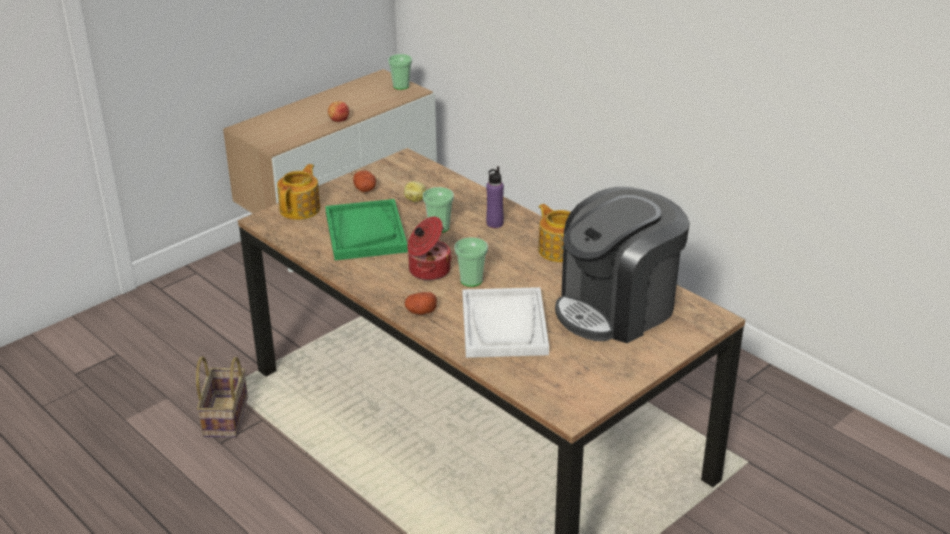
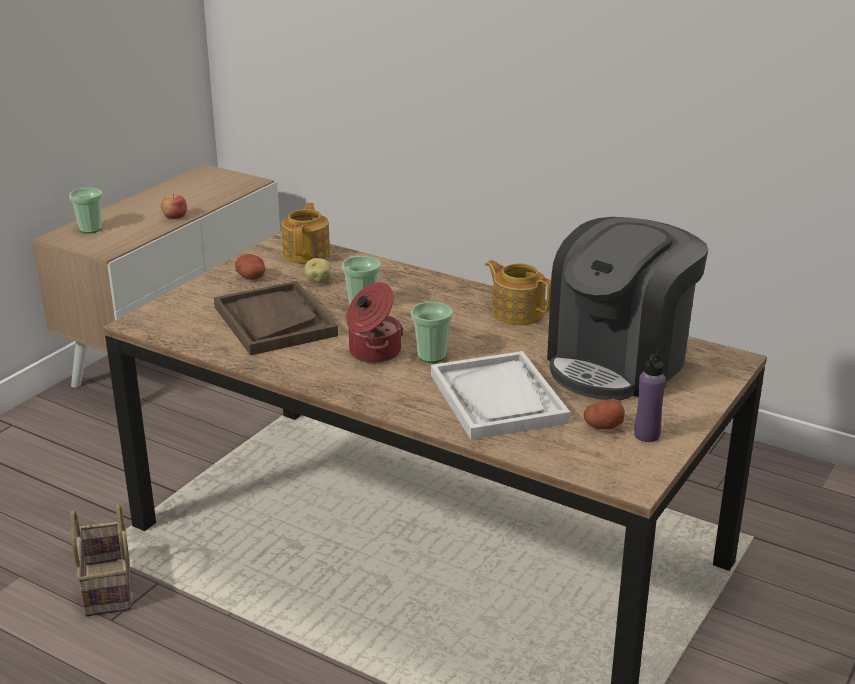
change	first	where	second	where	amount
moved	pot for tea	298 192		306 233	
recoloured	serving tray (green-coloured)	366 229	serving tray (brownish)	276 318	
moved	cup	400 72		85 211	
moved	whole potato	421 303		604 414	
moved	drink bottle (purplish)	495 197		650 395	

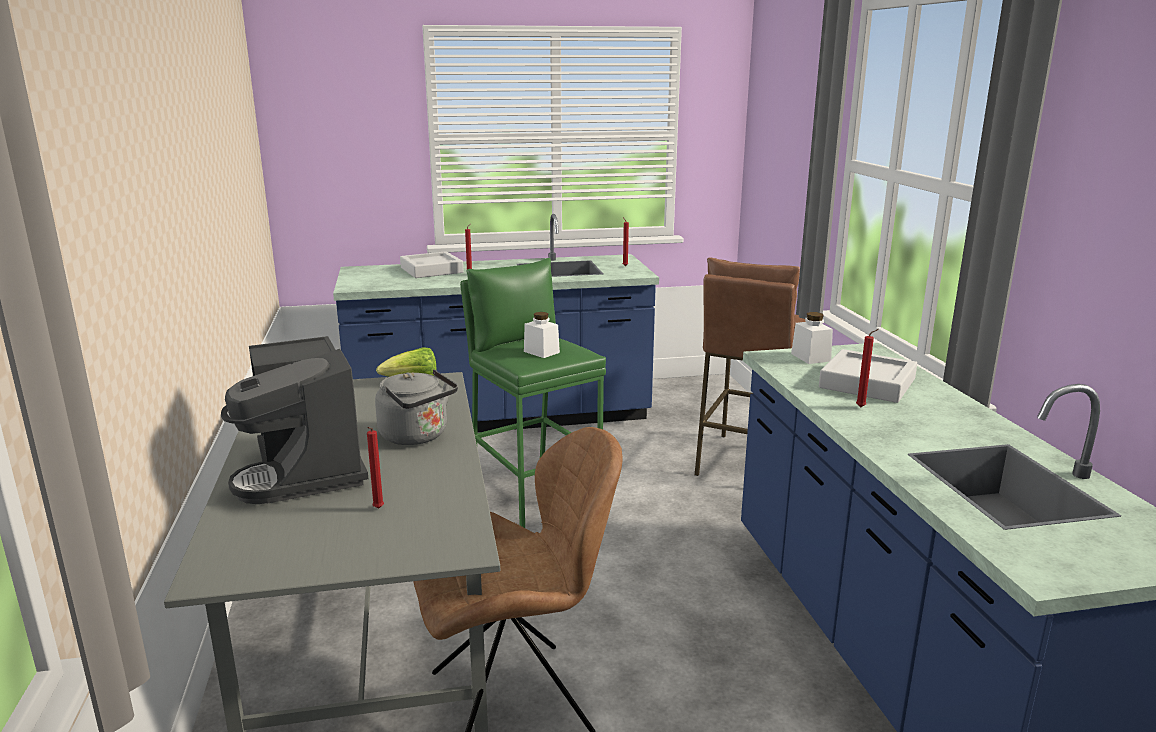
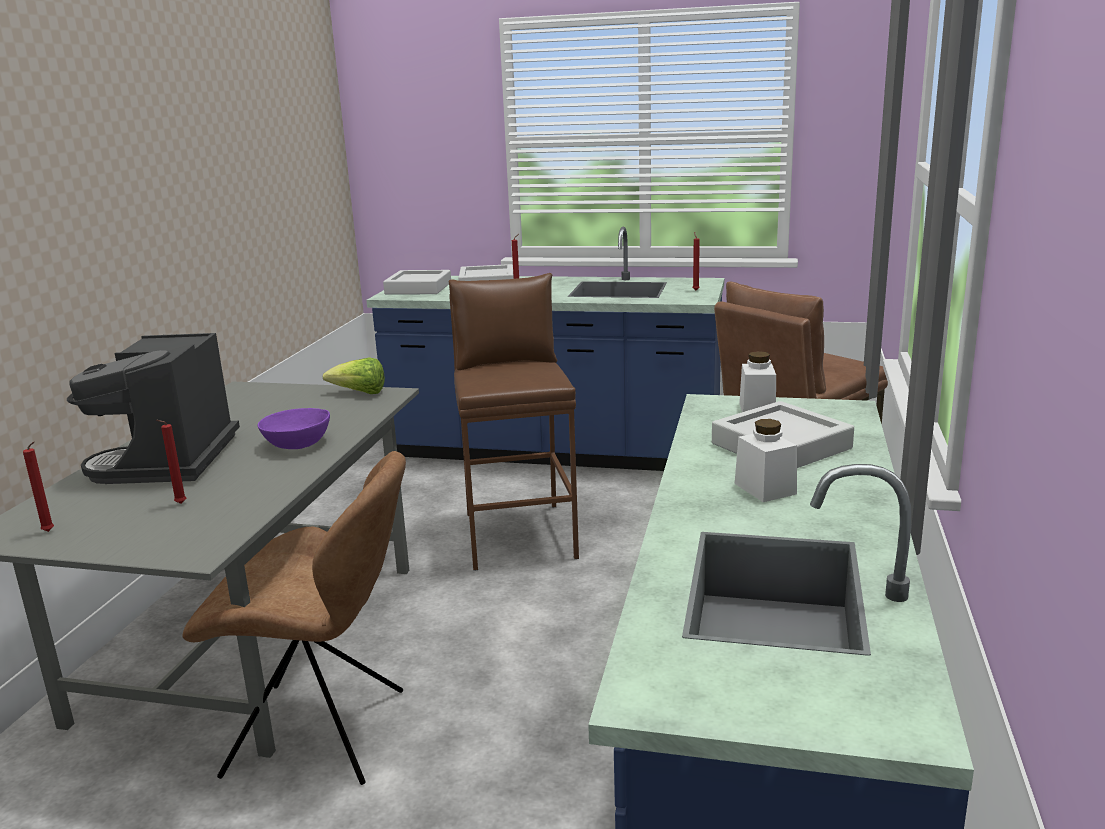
change	first	where	second	where	amount
replaced	water kettle (grey)	416 407	deep dish (purplish)	294 428	
recoloured	stool seat (green-coloured)	533 393	stool seat (brownish)	514 422	
moved	jar (white-coloured)	542 335		766 460	
moved	candle (reddish)	867 368		38 487	
added			serving tray (grey)	417 282	

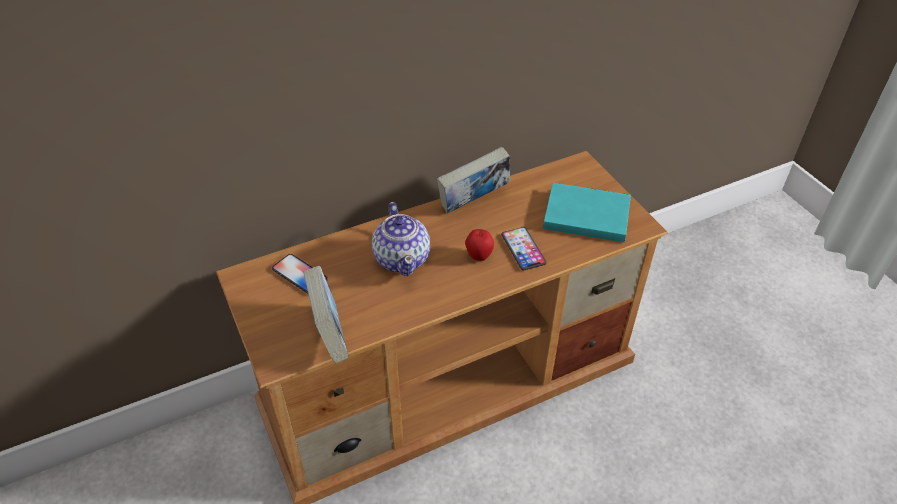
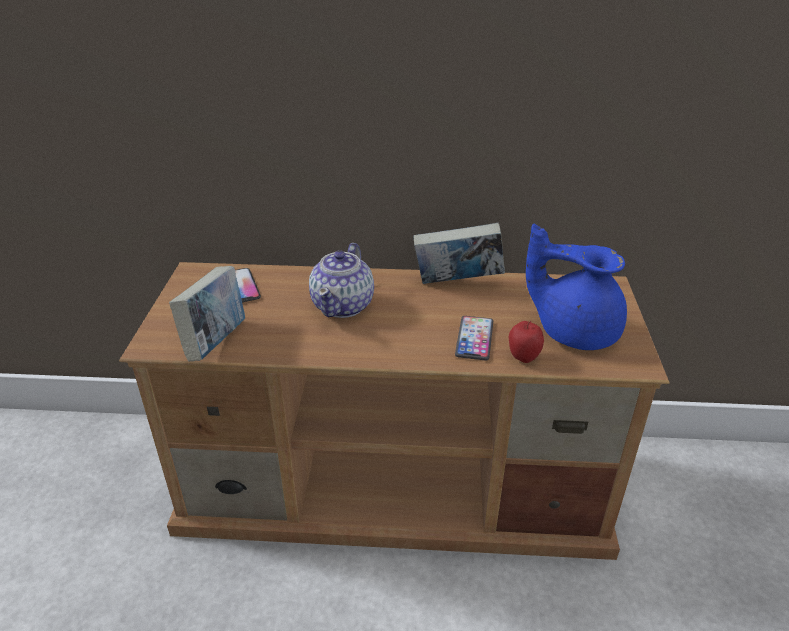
change	first	where	second	where	amount
moved	apple fruit	479 245		526 342	
replaced	volume (turquoise)	587 212	pot for tea (bluish)	576 287	

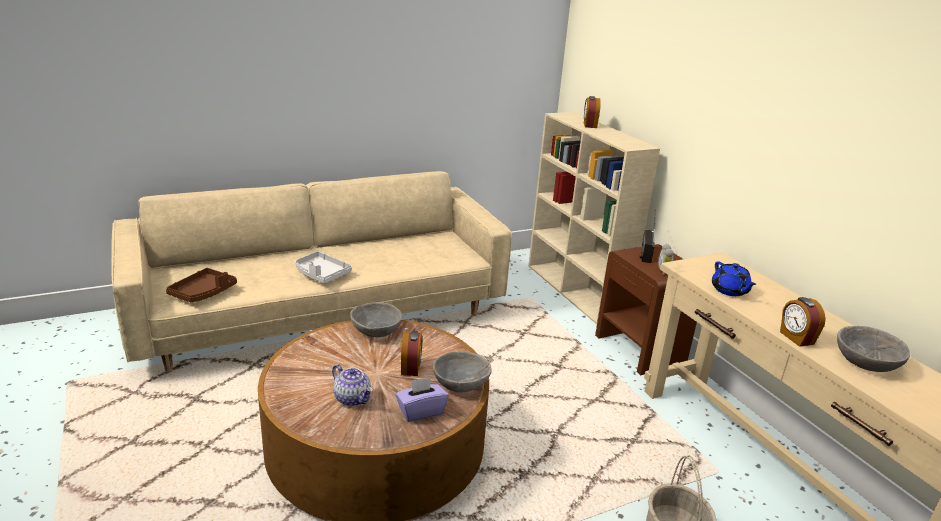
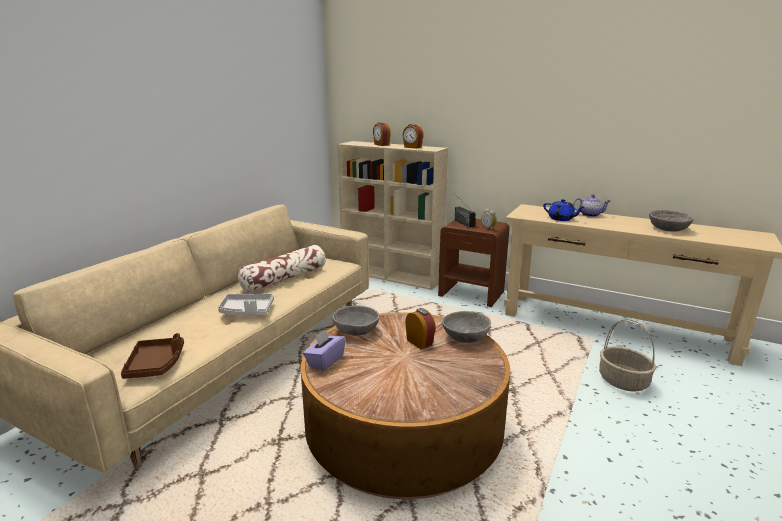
change	first	where	second	where	amount
moved	pot for tea	352 385		592 205	
moved	tissue holder (purplish)	422 399		324 350	
moved	table clock	803 322		413 136	
added			cushion	282 268	

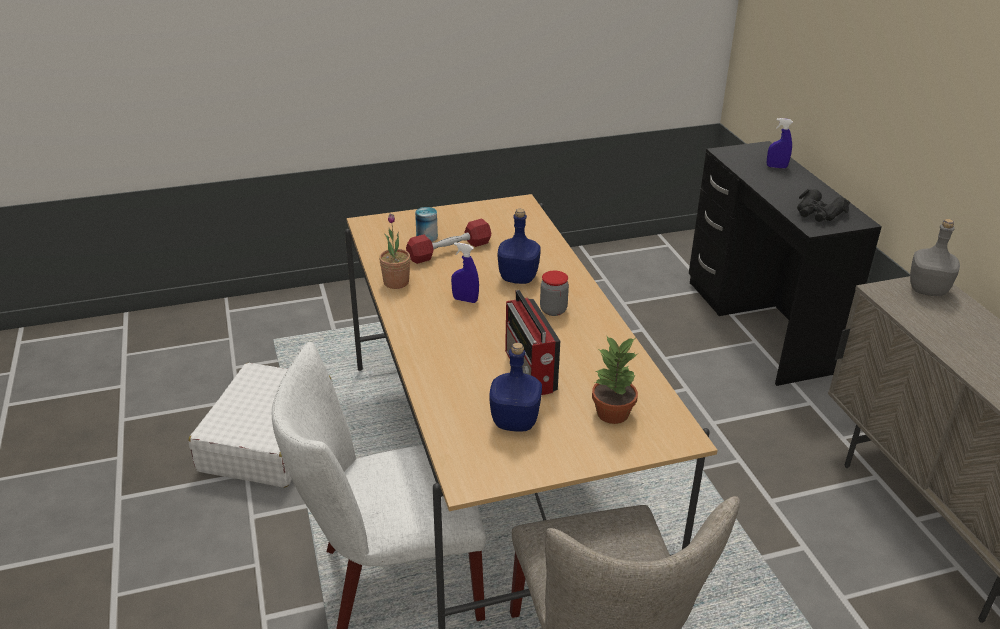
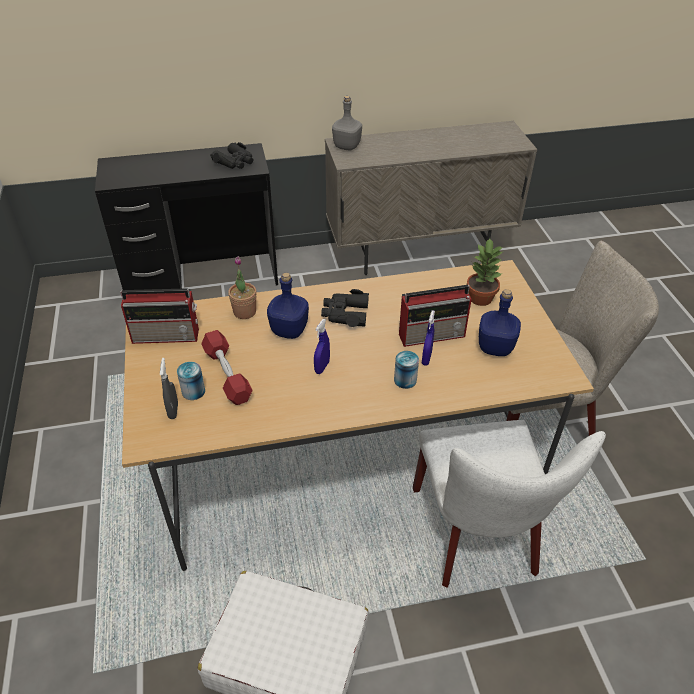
change	first	where	second	where	amount
moved	plant in a pot	394 251		242 287	
replaced	jar	554 293	binoculars (black-coloured)	345 308	
moved	sprayer (bluish)	780 143		428 337	
added			radio receiver	159 316	
added			sprayer (grey)	169 388	
added			can	406 370	

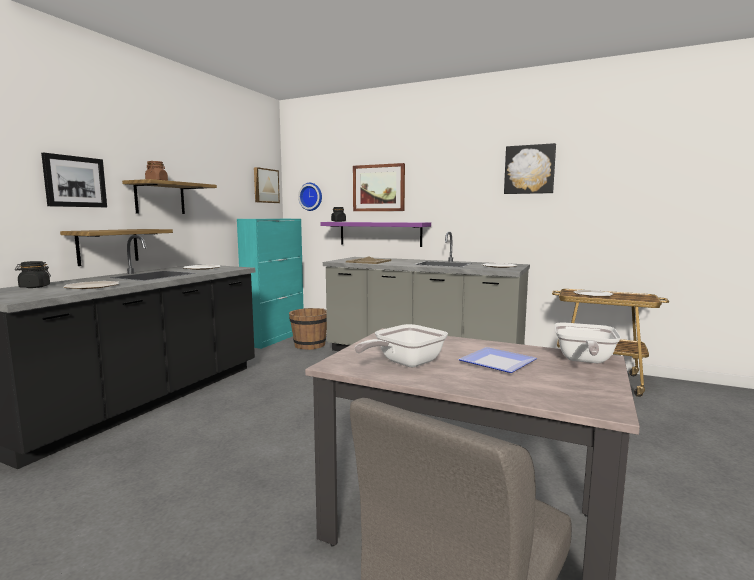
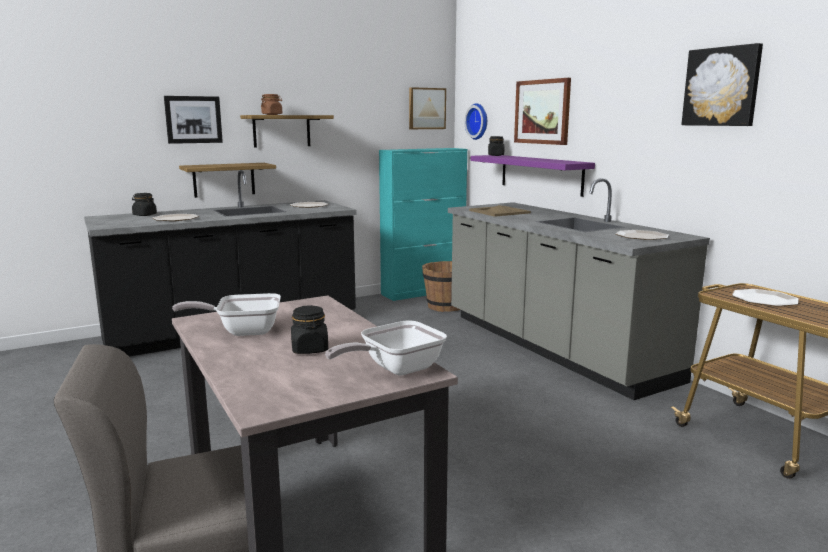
change	first	where	second	where	amount
replaced	flat dish	497 360	jar (black-coloured)	309 329	

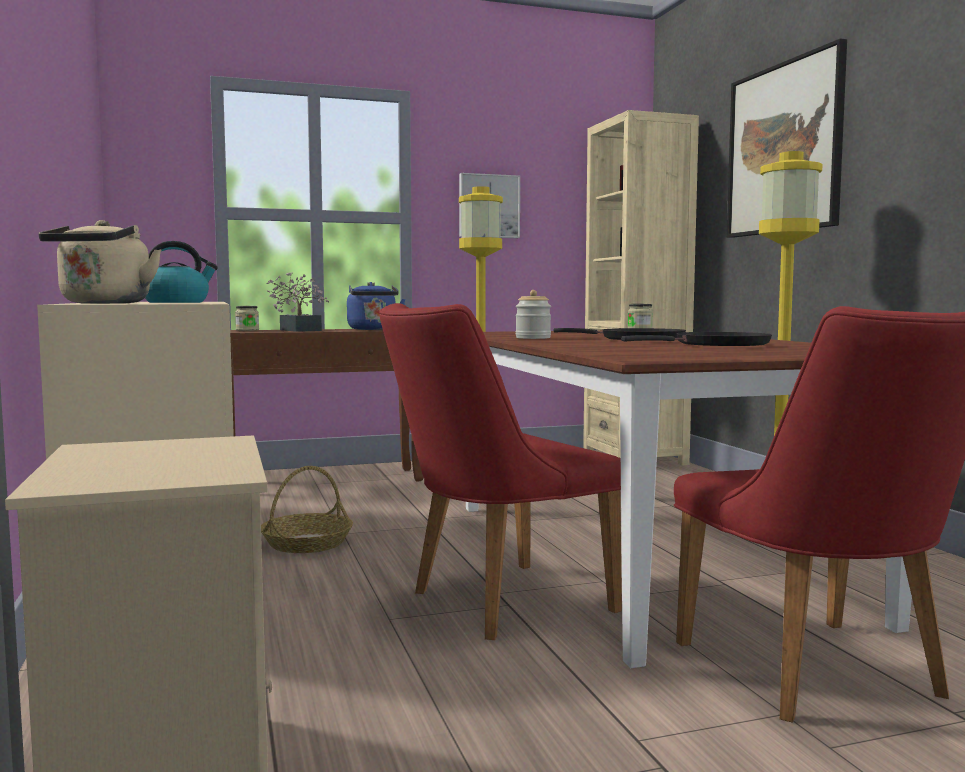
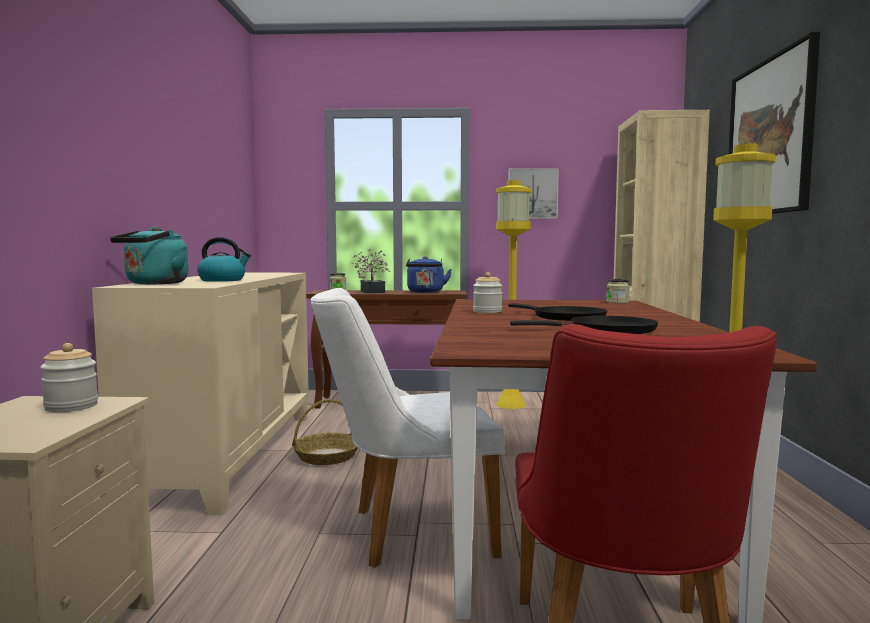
change	first	where	second	where	amount
recoloured	water kettle (sand-coloured)	99 261	water kettle (turquoise)	149 255	
recoloured	plain chair (reddish)	500 471	plain chair (white-coloured)	408 428	
added			jar	69 377	

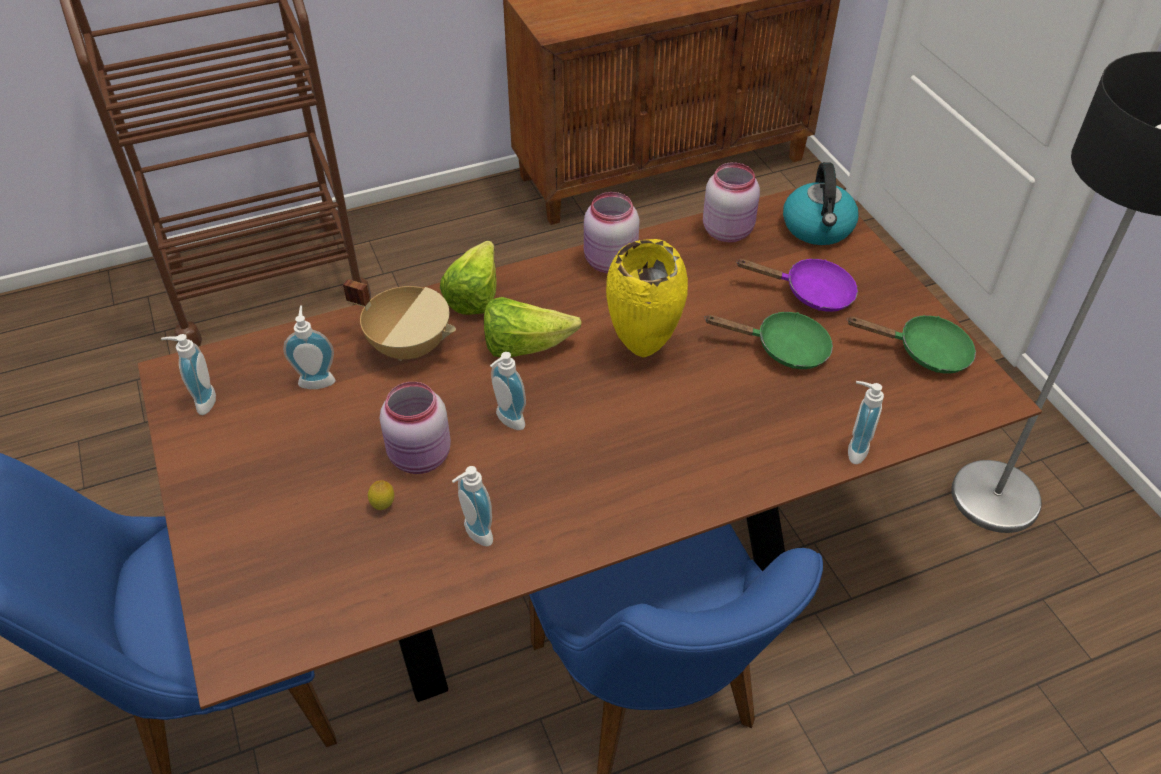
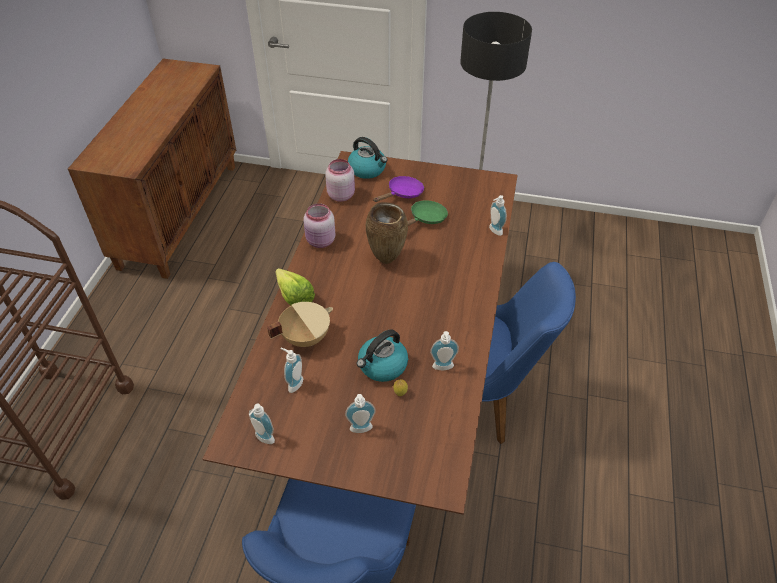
change	first	where	second	where	amount
replaced	jar (pink-coloured)	415 428	water kettle	382 356	
removed	lettuce	533 327			
moved	soap dispenser	508 391		360 413	
recoloured	flower vase (yellowish)	647 298	flower vase (brownish)	387 233	
removed	pan (green-coloured)	911 344			

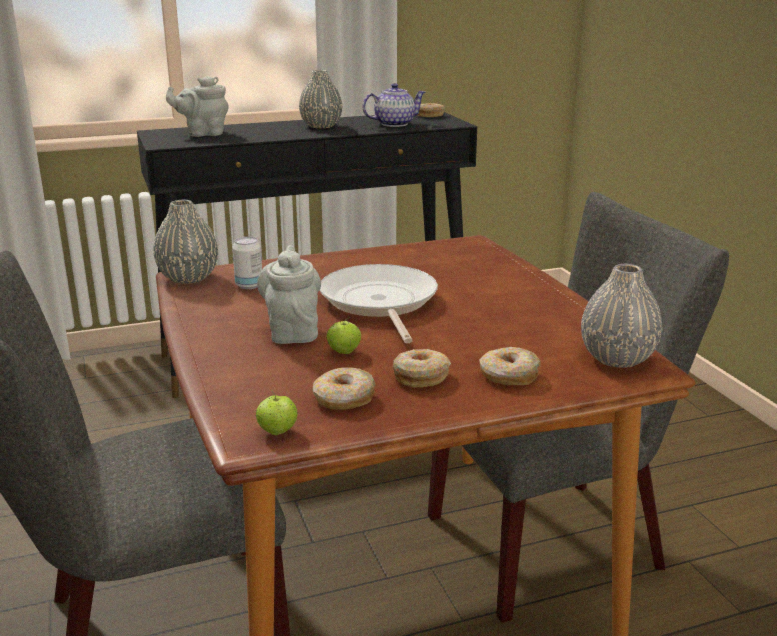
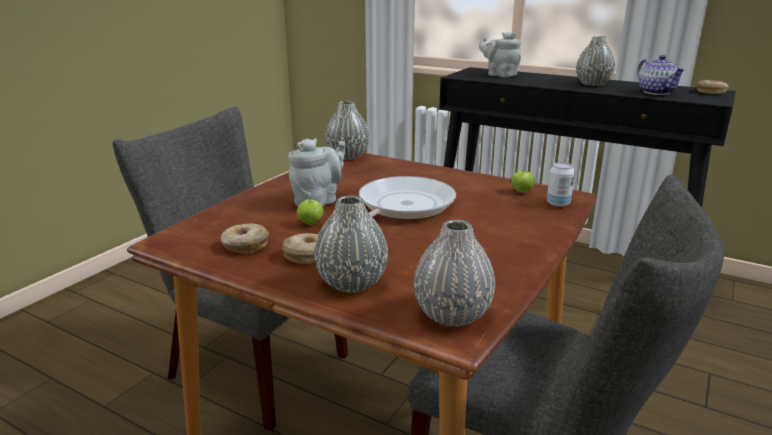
change	first	where	second	where	amount
moved	can	247 263		561 184	
moved	apple fruit	276 412		523 179	
turned	pot for tea	394 105		661 75	45 degrees clockwise
replaced	ring doughnut	510 366	flower vase (grey)	351 244	

